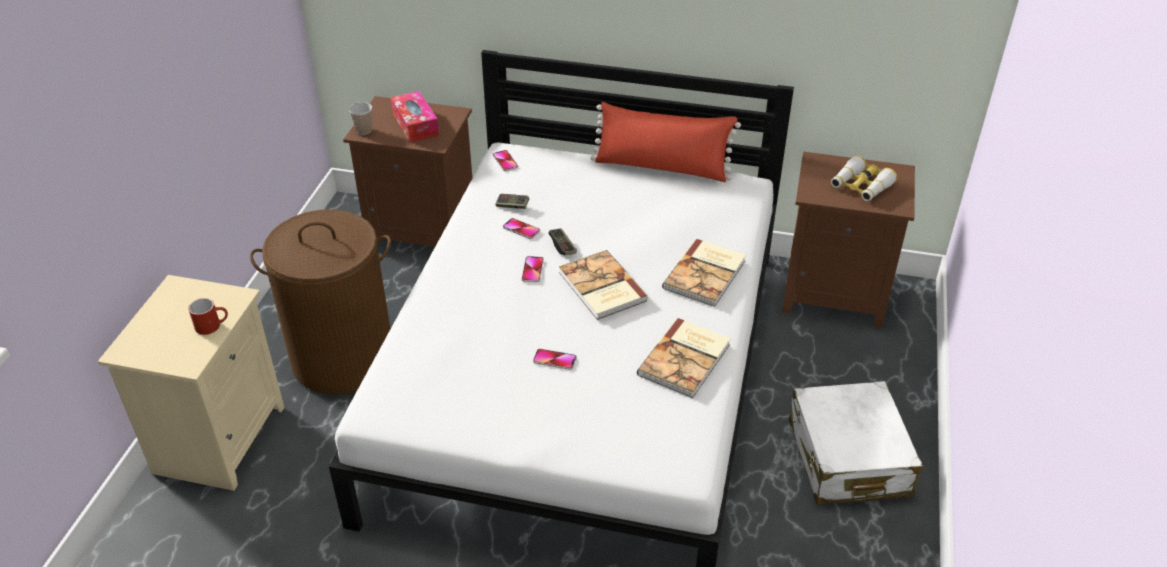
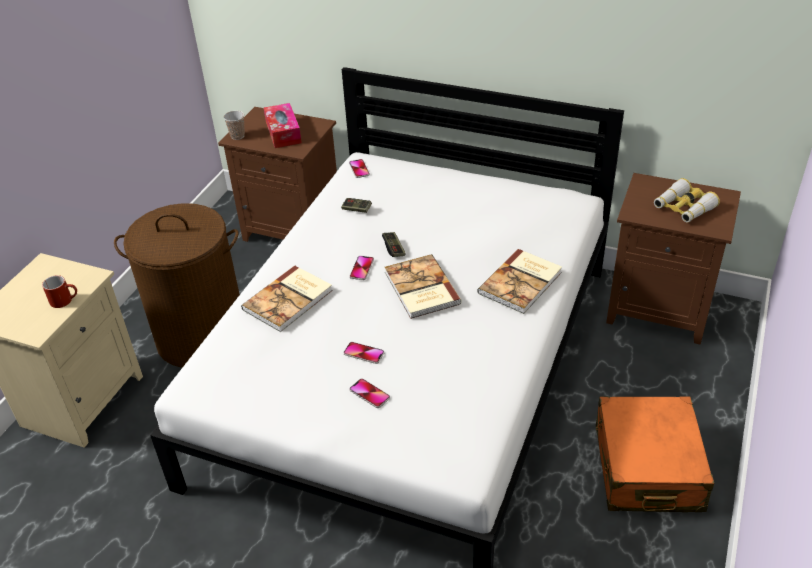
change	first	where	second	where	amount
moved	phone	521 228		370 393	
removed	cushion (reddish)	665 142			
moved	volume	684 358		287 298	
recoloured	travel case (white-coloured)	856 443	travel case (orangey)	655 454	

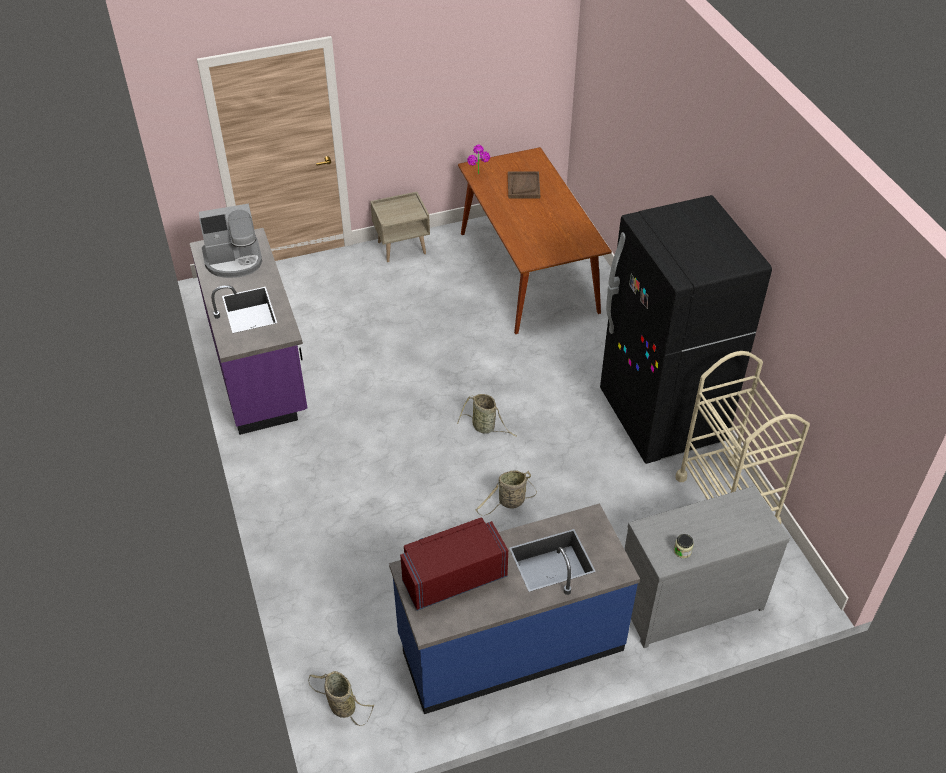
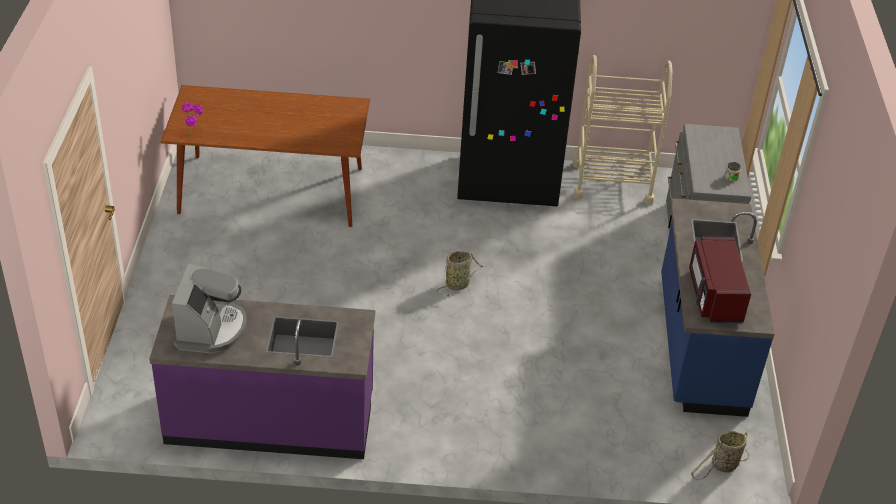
change	first	where	second	where	amount
removed	bedside table (sand-coloured)	400 227			
removed	basket	506 493			
removed	serving tray (brownish)	524 185			

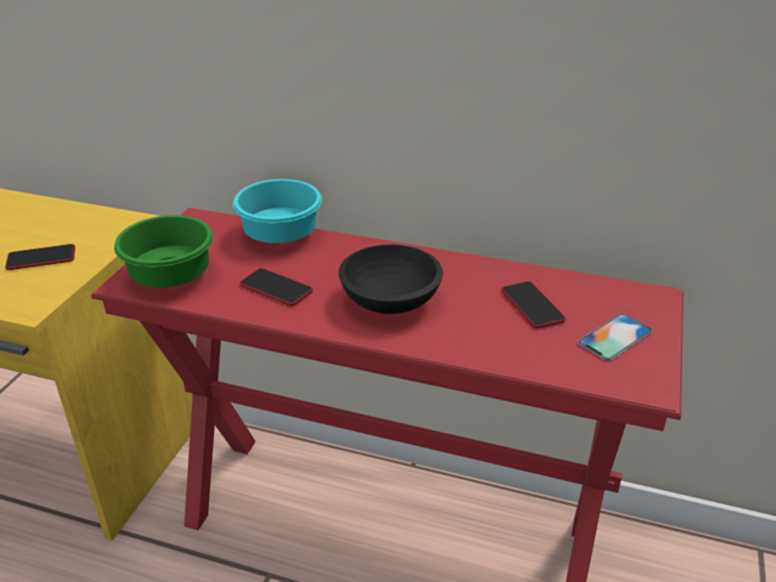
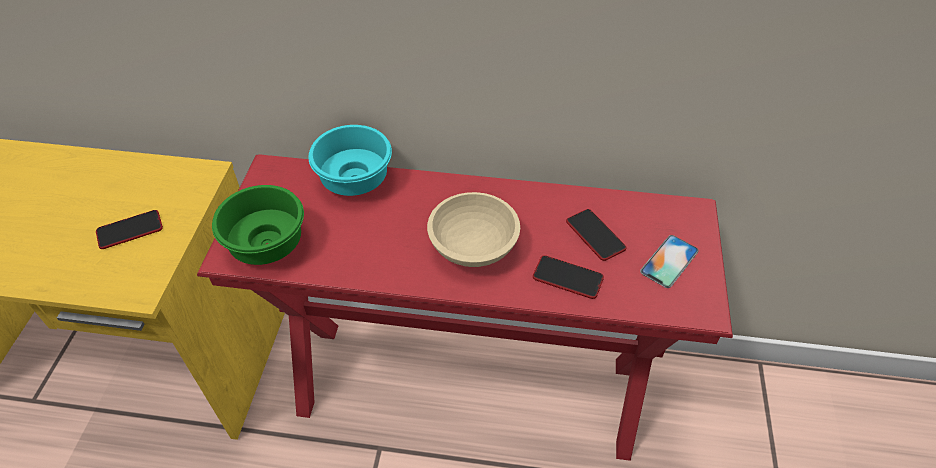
change	first	where	second	where	amount
moved	phone	276 287		568 277	
recoloured	deep dish (black-coloured)	391 279	deep dish (sand-coloured)	473 229	

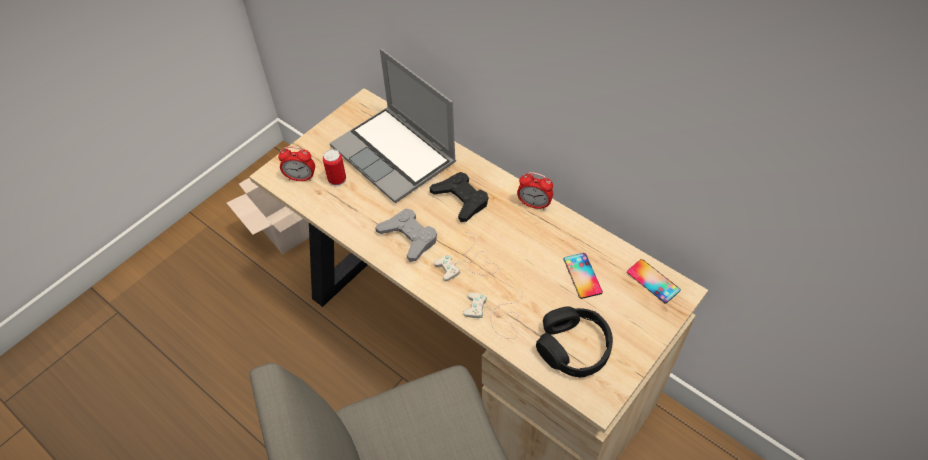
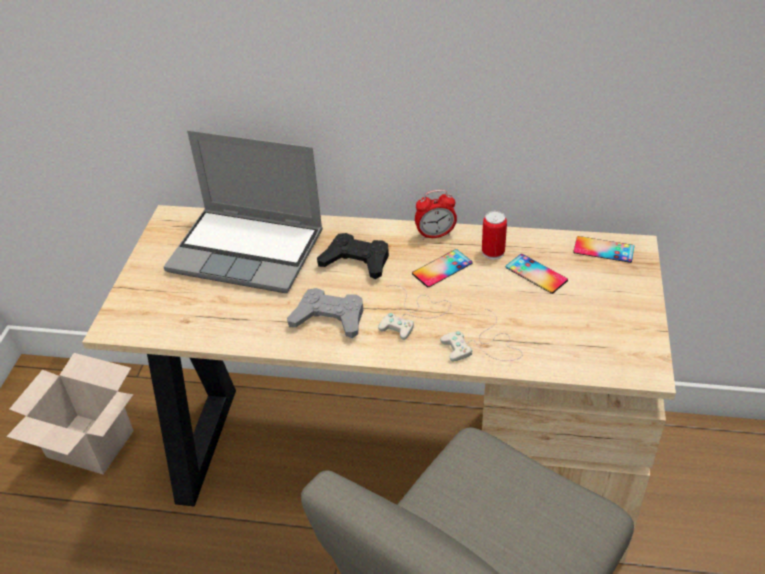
change	first	where	second	where	amount
removed	table clock	296 163			
moved	can	334 167		494 235	
removed	pair of headphones (black-coloured)	574 342			
added			phone	442 268	

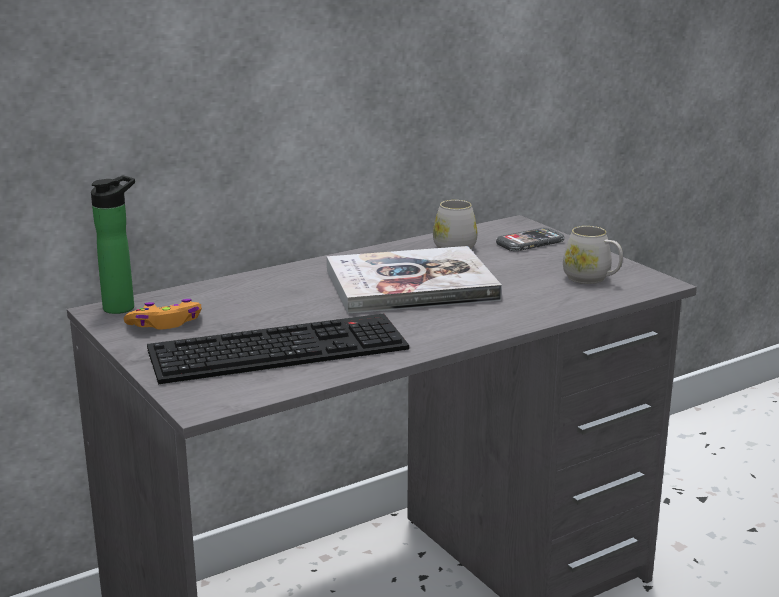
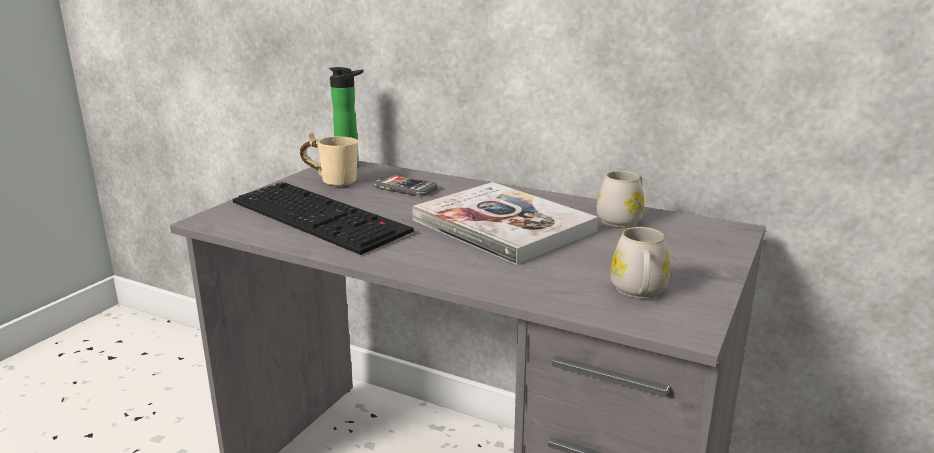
change	first	where	second	where	amount
replaced	game controller (orangey)	163 314	mug (sand-coloured)	329 159	
moved	phone	530 239		405 185	

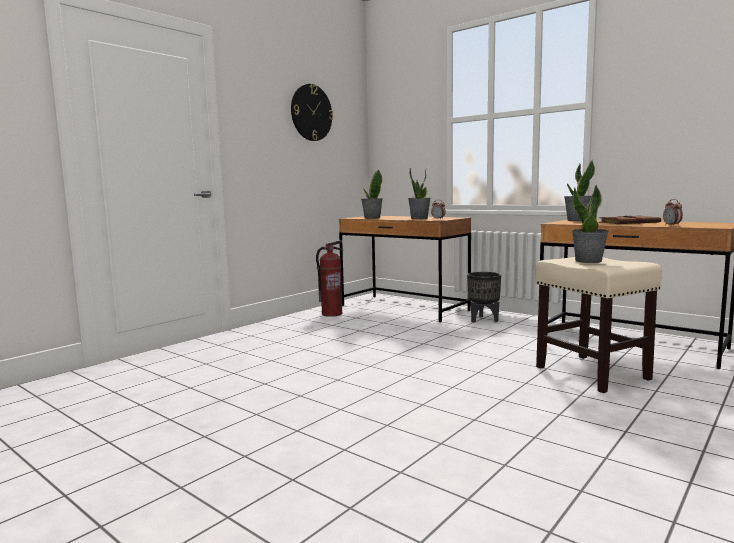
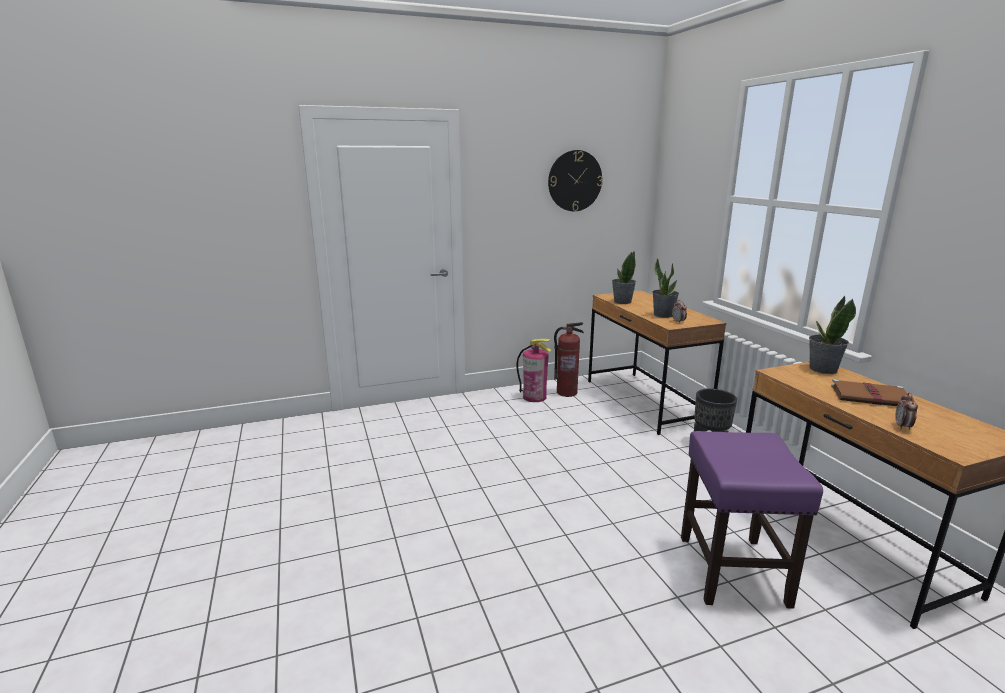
change	first	where	second	where	amount
recoloured	stool seat (sand-coloured)	599 325	stool seat (purplish)	752 519	
removed	plant in a pot	590 223			
added			extinguisher	534 370	

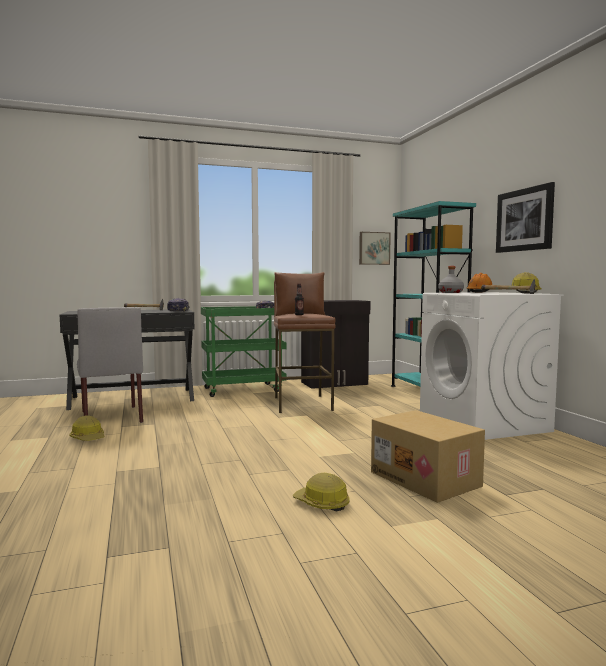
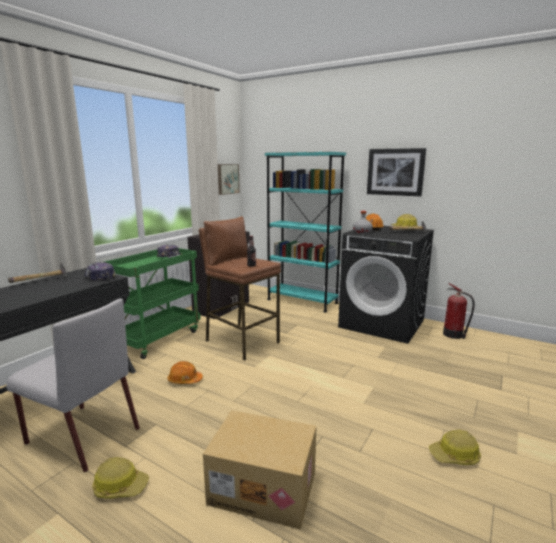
change	first	where	second	where	amount
moved	cardboard box	428 456		259 469	
recoloured	laundry appliance (white-coloured)	492 366	laundry appliance (black-coloured)	386 285	
added			safety helmet (orangey)	185 372	
added			extinguisher	459 311	

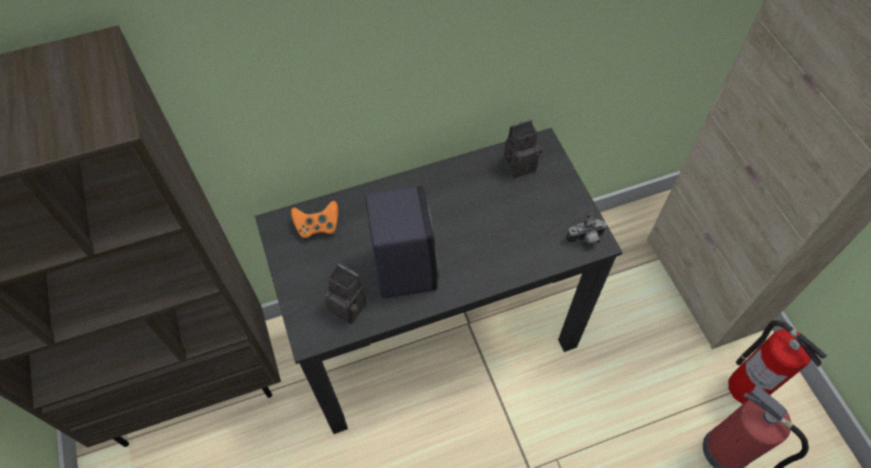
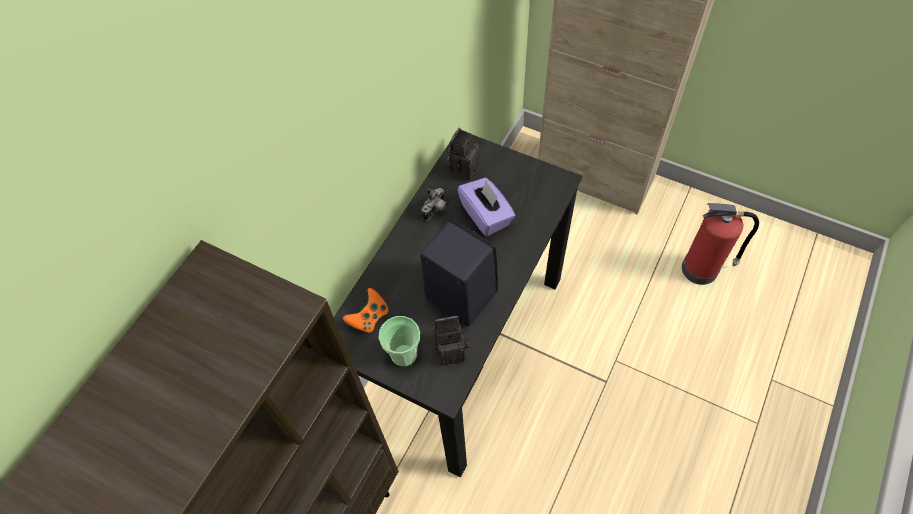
change	first	where	second	where	amount
moved	photo camera	586 229		435 204	
removed	extinguisher	777 362			
added			cup	399 341	
added			tissue holder (purplish)	486 207	

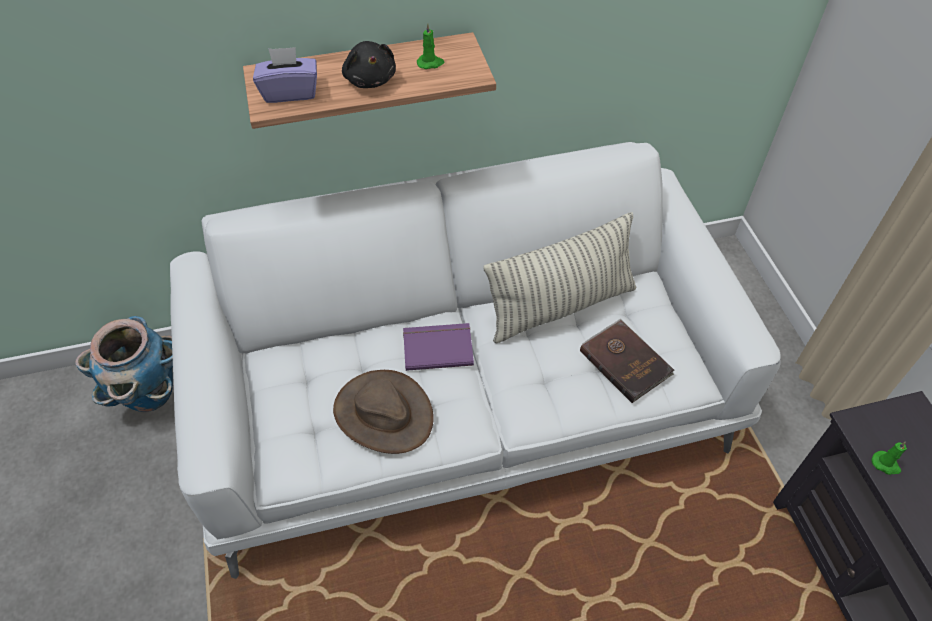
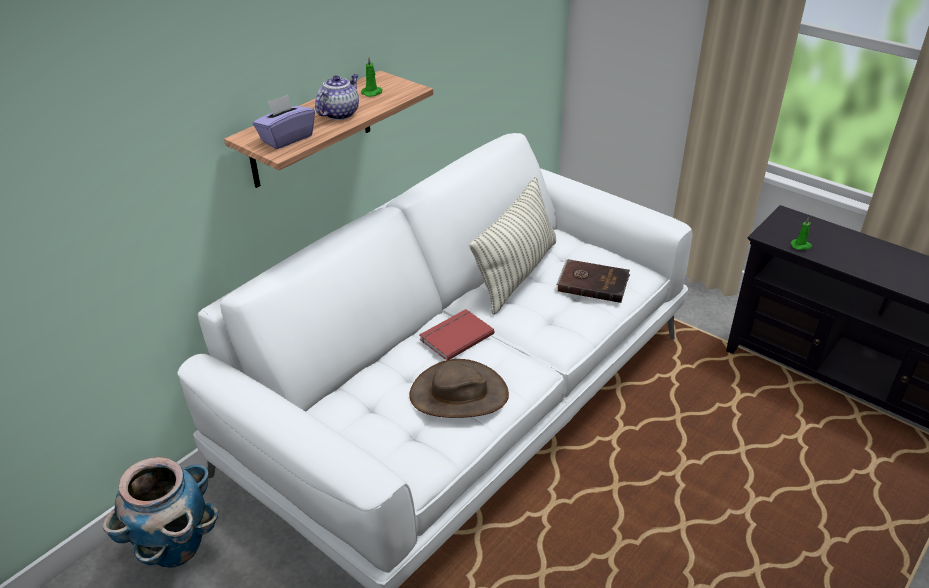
change	first	where	second	where	amount
replaced	cuddly toy (black-coloured)	369 64	pot for tea	337 97	
recoloured	volume (purplish)	438 347	volume (reddish)	456 334	

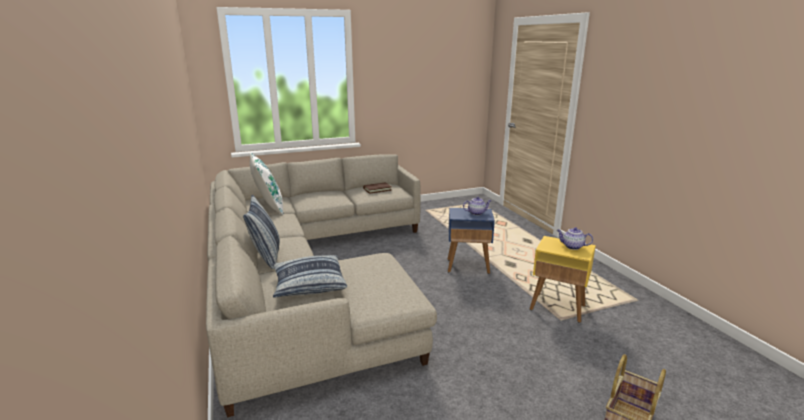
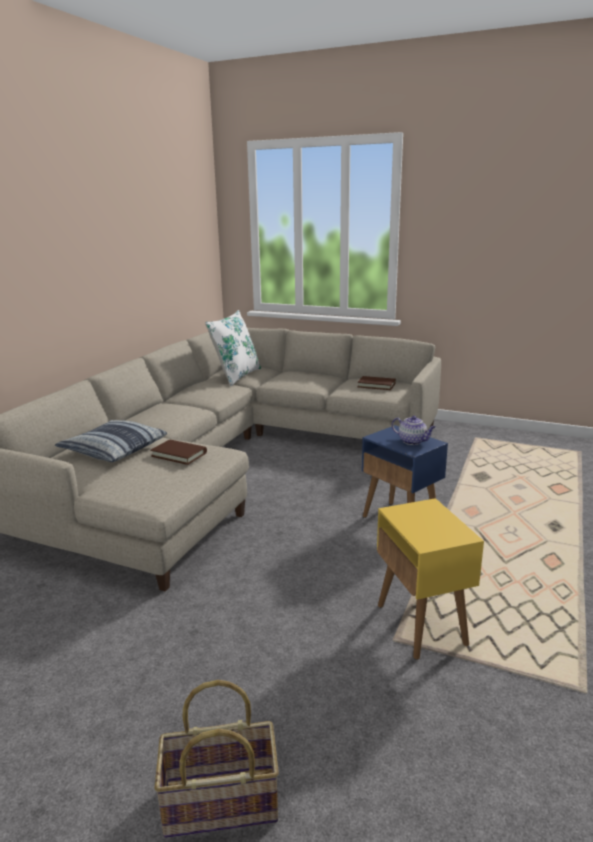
change	first	where	second	where	amount
removed	cushion	261 232			
removed	pot for tea	575 238			
added			volume (brownish)	178 452	

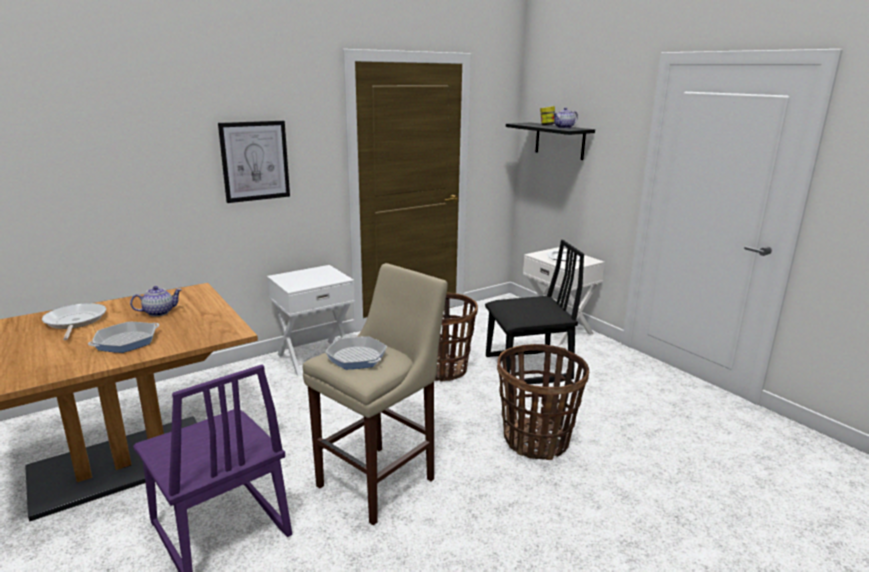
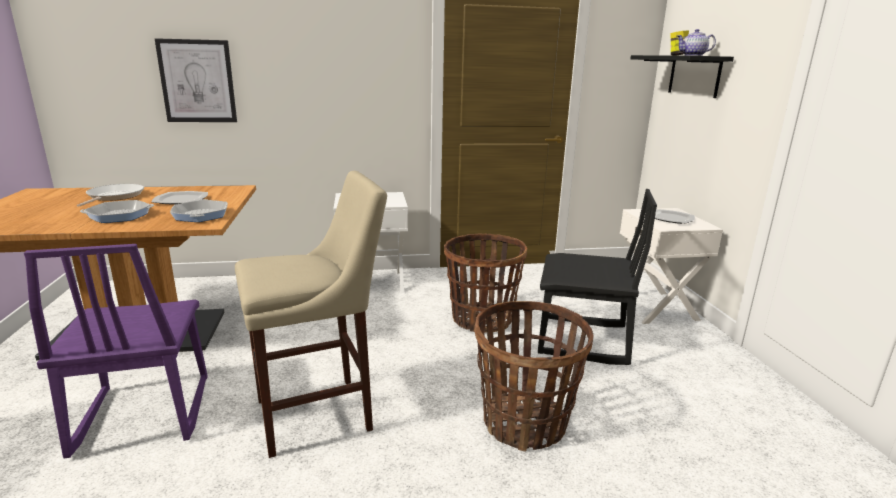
change	first	where	second	where	amount
replaced	pot for tea	156 301	flat dish	180 197	
moved	picture	254 162		196 80	
moved	pan	356 352		199 210	

